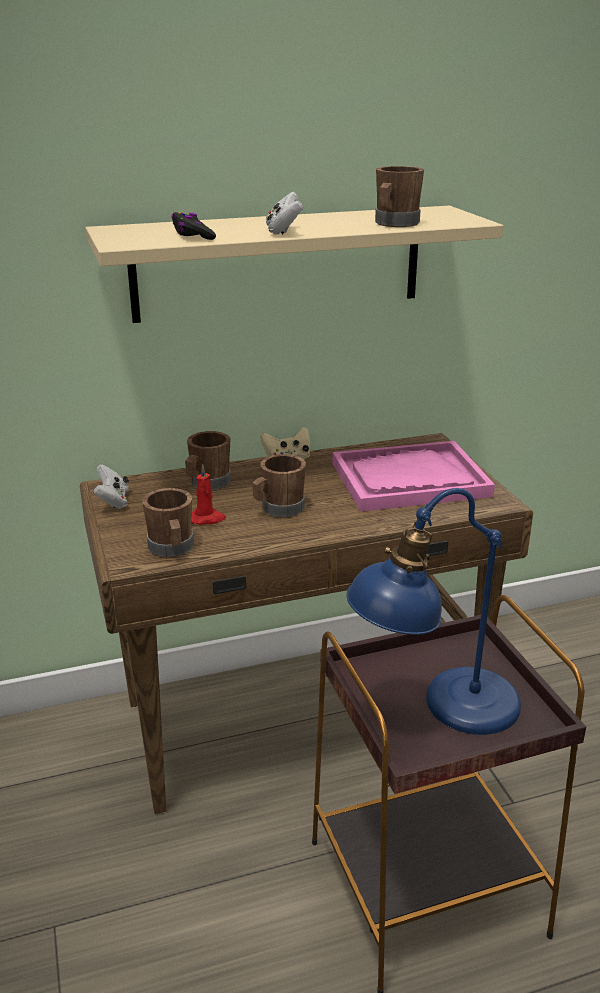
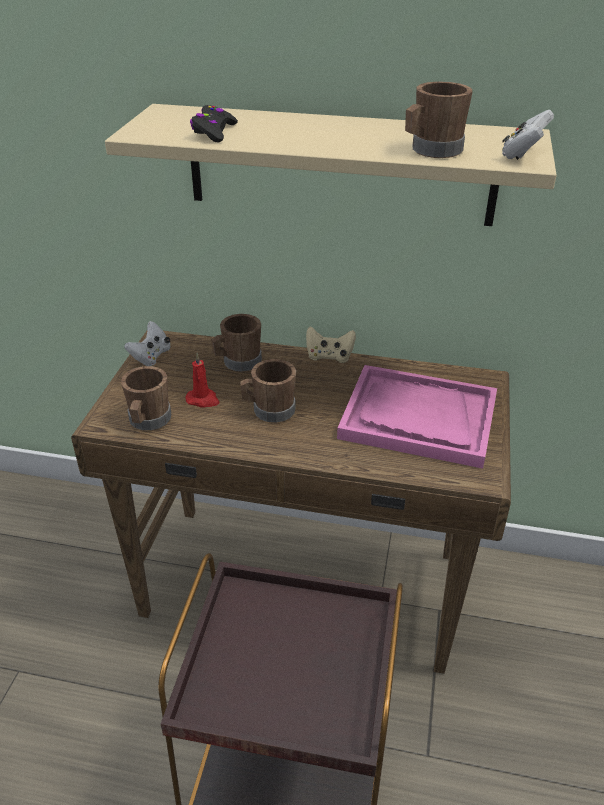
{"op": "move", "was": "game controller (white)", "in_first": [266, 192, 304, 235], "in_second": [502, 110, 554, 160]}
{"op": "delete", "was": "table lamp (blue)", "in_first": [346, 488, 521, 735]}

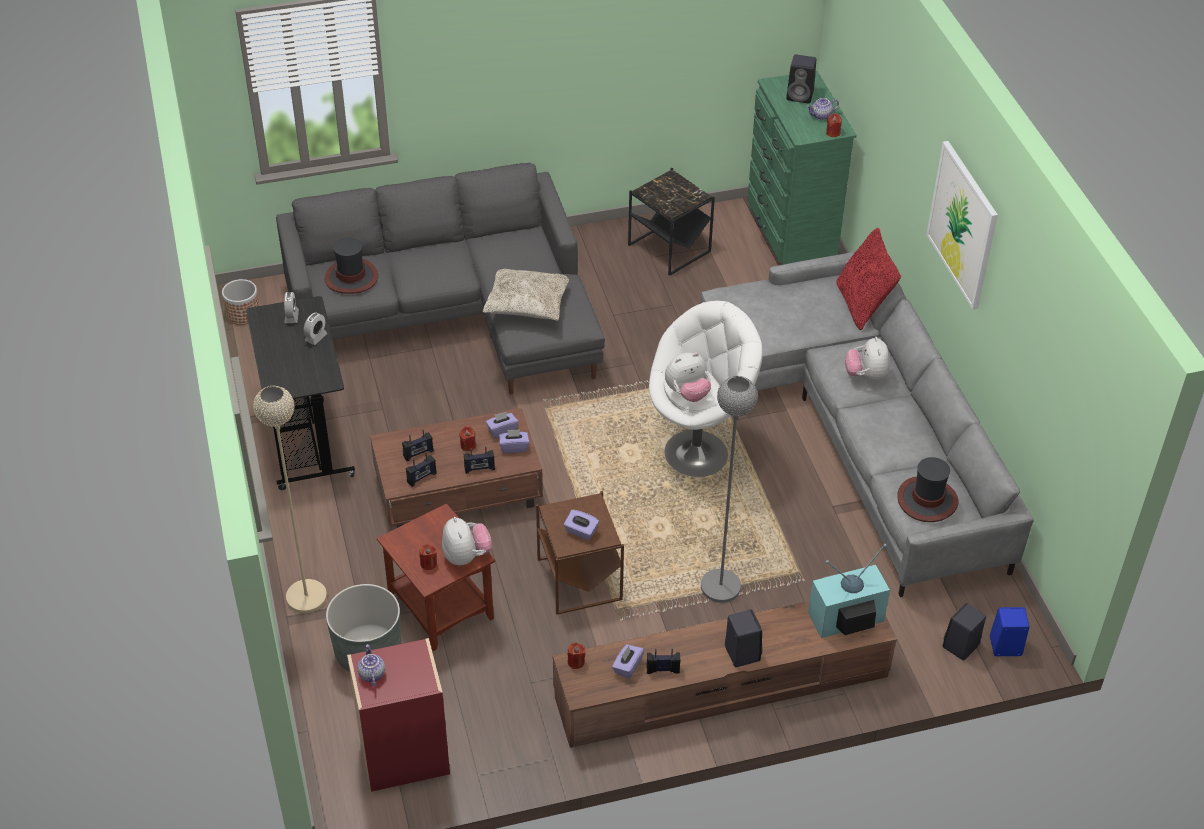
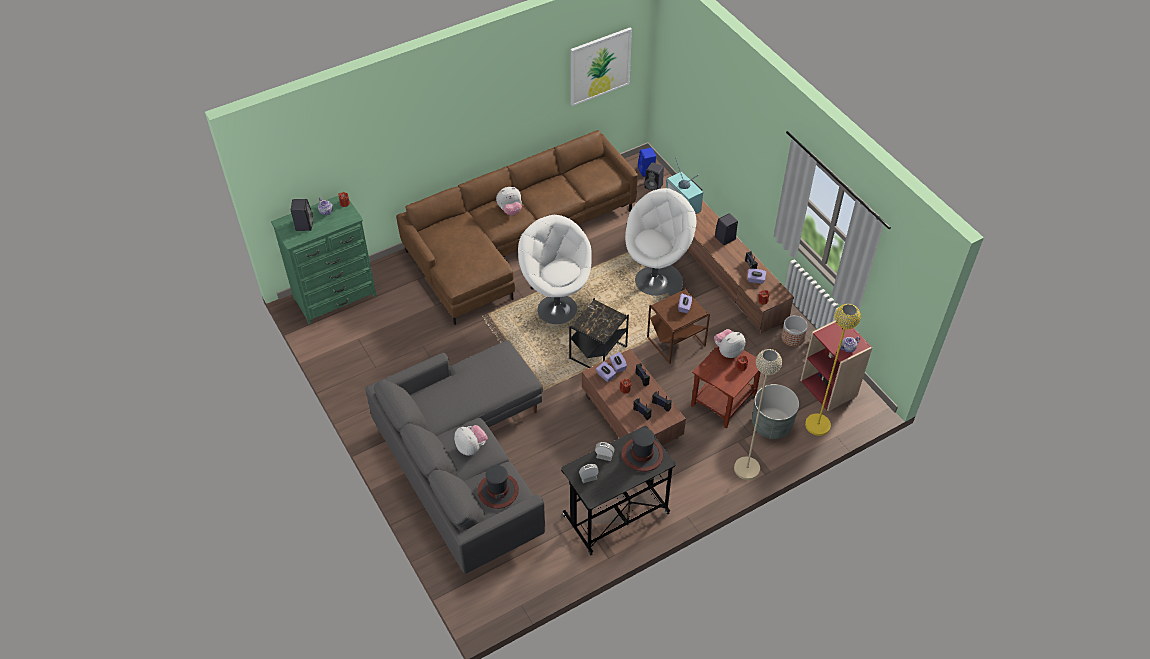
{"op": "move", "was": "planter", "in_first": [222, 279, 260, 325], "in_second": [781, 315, 808, 347]}
{"op": "delete", "was": "pillow (beige)", "in_first": [483, 269, 569, 321]}
{"op": "move", "was": "side table (black)", "in_first": [628, 168, 715, 276], "in_second": [569, 298, 629, 368]}
{"op": "move", "was": "plush toy", "in_first": [665, 353, 711, 402], "in_second": [454, 425, 488, 456]}
{"op": "recolor", "was": "sofa (grey)", "now": "sofa (brown)", "in_first": [700, 252, 1034, 597], "in_second": [396, 130, 638, 325]}
{"op": "replace", "was": "floor lamp (grey)", "now": "armchair (white)", "in_first": [701, 376, 758, 603], "in_second": [625, 188, 697, 296]}
{"op": "delete", "was": "pillow (red)", "in_first": [836, 228, 901, 330]}
{"op": "move", "was": "hat", "in_first": [897, 457, 958, 522], "in_second": [622, 428, 663, 472]}
{"op": "move", "was": "picture", "in_first": [926, 141, 998, 310], "in_second": [571, 28, 632, 106]}
{"op": "insert", "now": "floor lamp (yellow)", "in_second": [805, 304, 861, 436]}

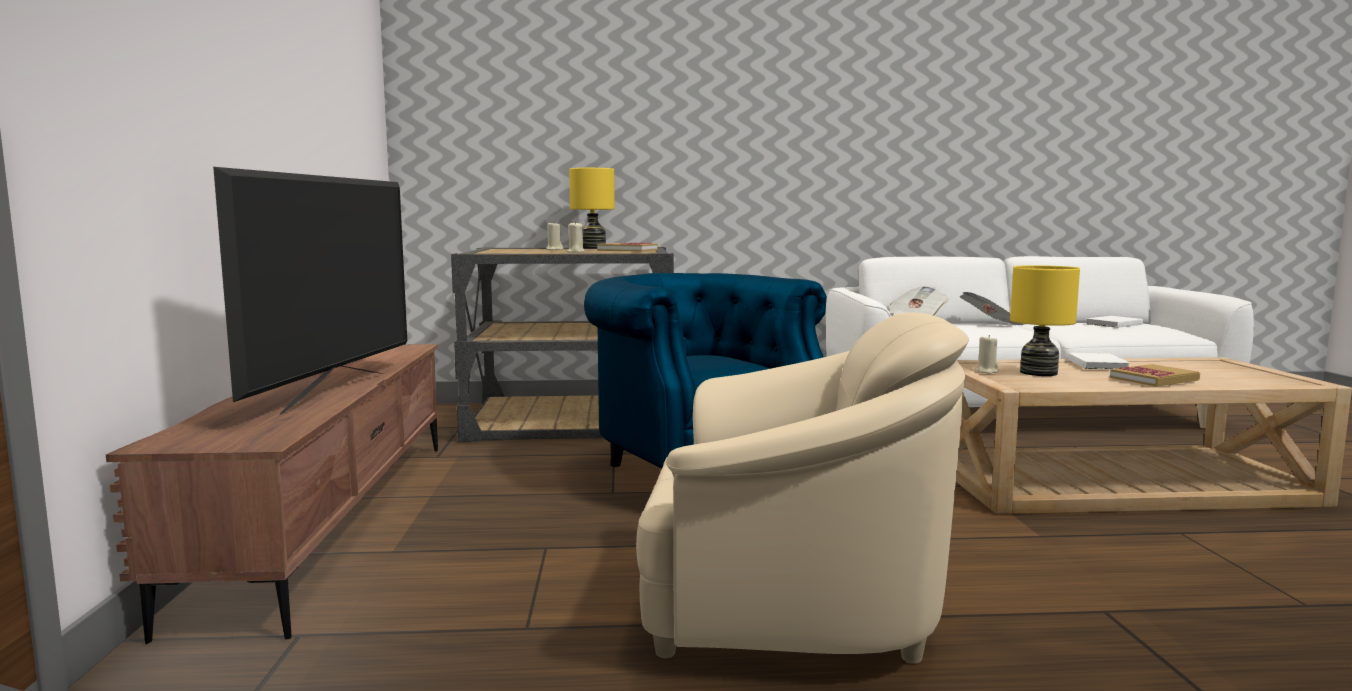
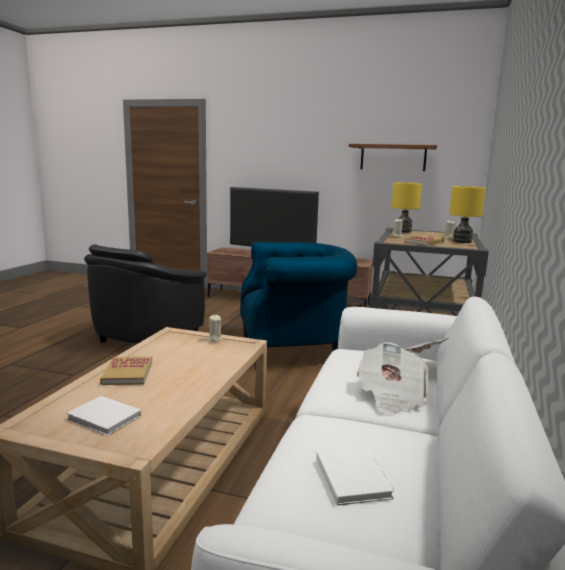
{"op": "recolor", "was": "armchair (beige)", "now": "armchair (black)", "in_first": [636, 313, 969, 664], "in_second": [84, 244, 207, 344]}
{"op": "move", "was": "table lamp (yellow)", "in_first": [1010, 265, 1080, 376], "in_second": [392, 182, 422, 233]}
{"op": "move", "was": "book (white)", "in_first": [1068, 353, 1130, 369], "in_second": [66, 396, 141, 436]}
{"op": "insert", "now": "shelf (brown)", "in_second": [349, 144, 437, 171]}

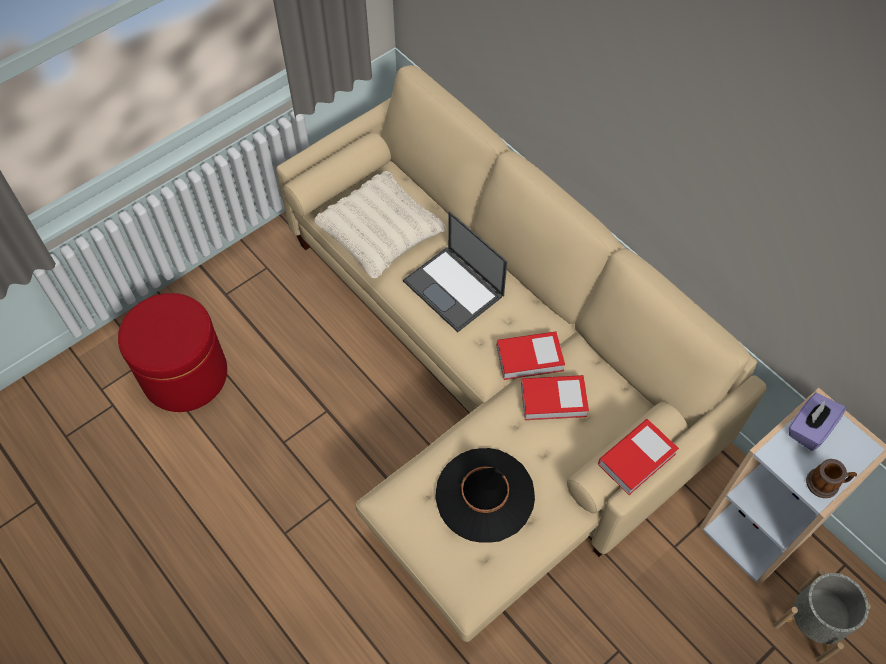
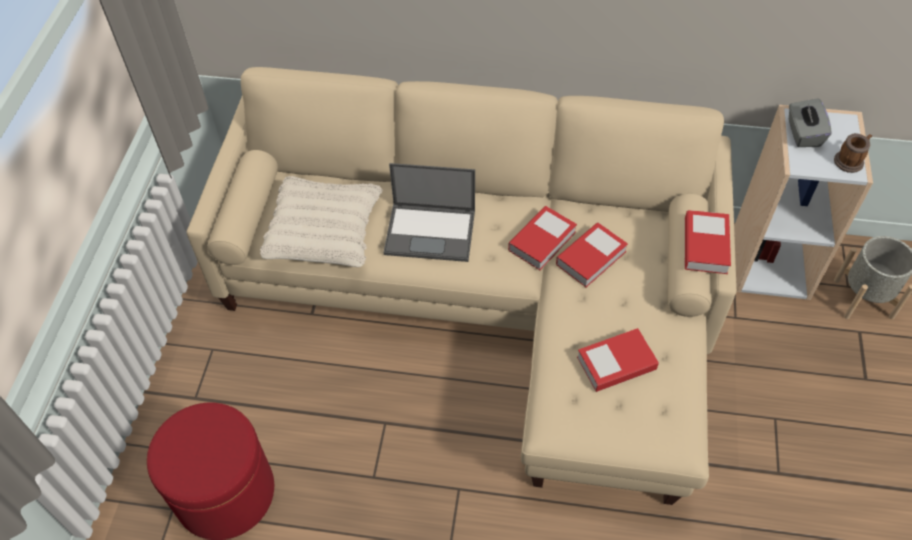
{"op": "replace", "was": "hat (black)", "now": "book", "in_first": [435, 448, 535, 543], "in_second": [577, 328, 659, 392]}
{"op": "recolor", "was": "tissue box (purple)", "now": "tissue box (grey)", "in_first": [789, 393, 846, 451], "in_second": [789, 98, 831, 147]}

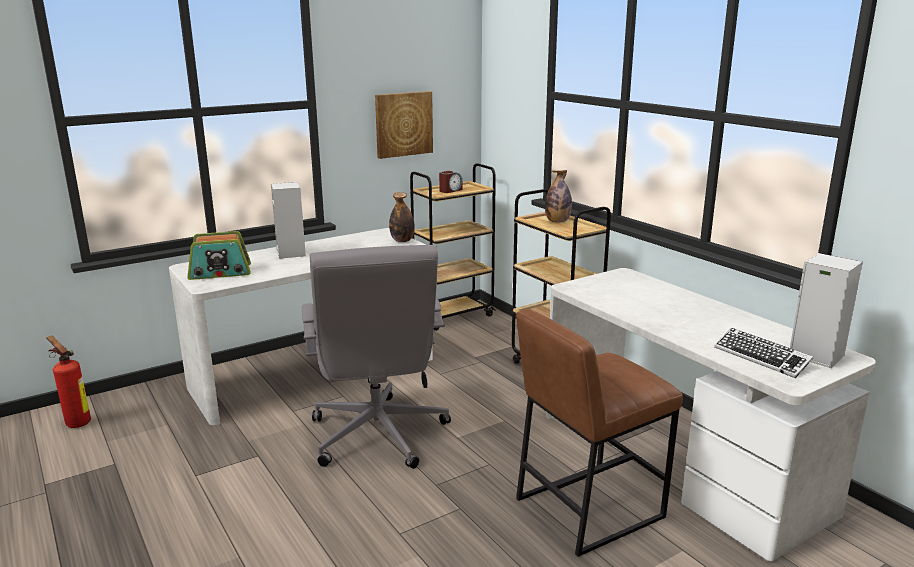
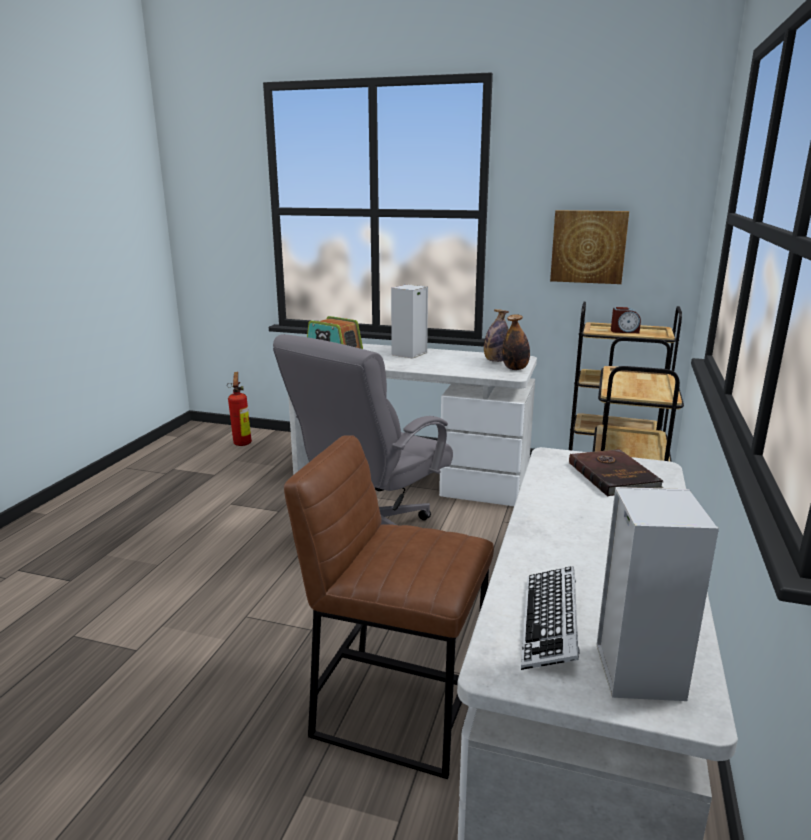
{"op": "move", "was": "bottle", "in_first": [545, 170, 572, 223], "in_second": [484, 309, 509, 362]}
{"op": "insert", "now": "book (brown)", "in_second": [569, 449, 664, 496]}

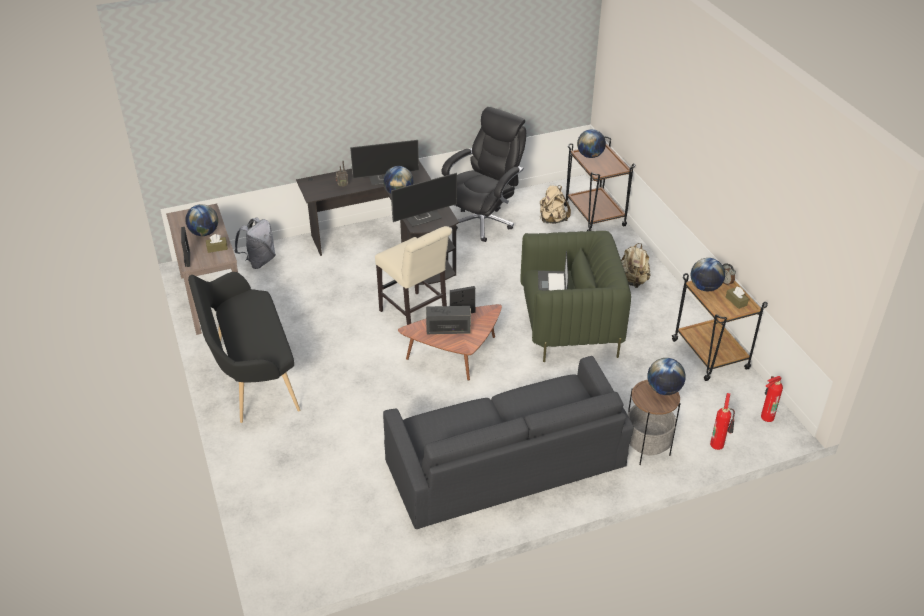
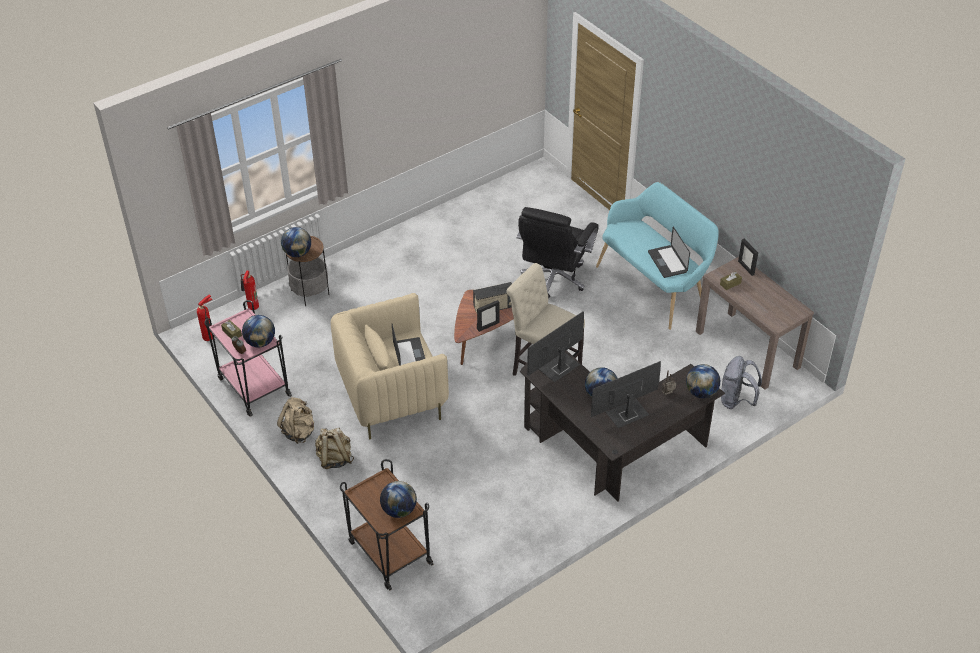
{"op": "move", "was": "globe", "in_first": [185, 204, 218, 236], "in_second": [686, 364, 720, 398]}
{"op": "recolor", "was": "bench (black)", "now": "bench (turquoise)", "in_first": [188, 272, 300, 423], "in_second": [596, 182, 719, 330]}
{"op": "delete", "was": "sofa (grey)", "in_first": [383, 356, 634, 529]}
{"op": "move", "was": "office chair (black)", "in_first": [442, 107, 526, 242], "in_second": [517, 207, 599, 299]}
{"op": "recolor", "was": "armchair (green)", "now": "armchair (beige)", "in_first": [520, 231, 631, 362], "in_second": [331, 293, 449, 439]}
{"op": "move", "was": "backpack (beige)", "in_first": [540, 185, 571, 224], "in_second": [277, 397, 314, 444]}
{"op": "recolor", "was": "cart (brown)", "now": "cart (pink)", "in_first": [672, 264, 768, 381], "in_second": [204, 300, 292, 417]}
{"op": "insert", "now": "laptop", "in_second": [648, 227, 690, 278]}

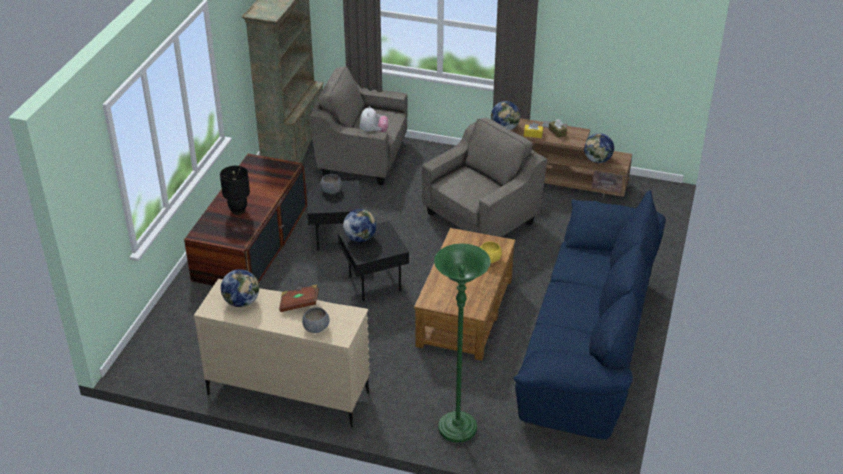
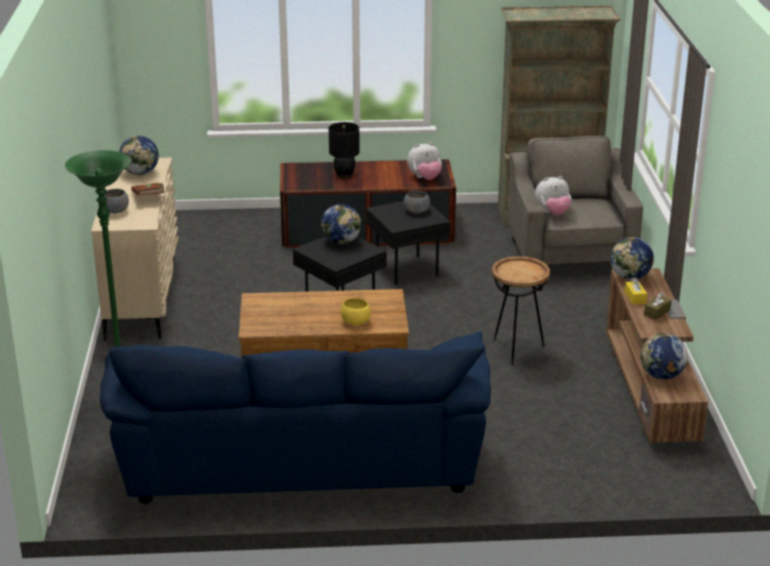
{"op": "replace", "was": "armchair (grey)", "now": "side table (brown)", "in_first": [422, 117, 547, 237], "in_second": [492, 256, 550, 365]}
{"op": "insert", "now": "plush toy", "in_second": [407, 142, 442, 180]}

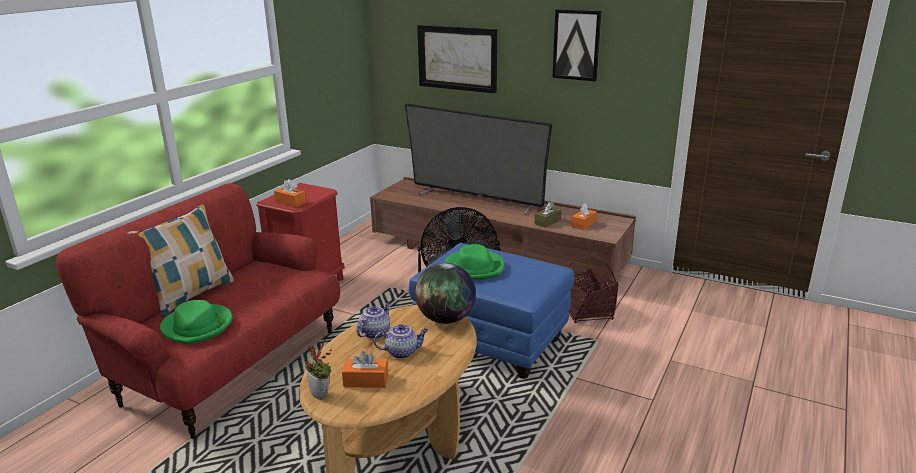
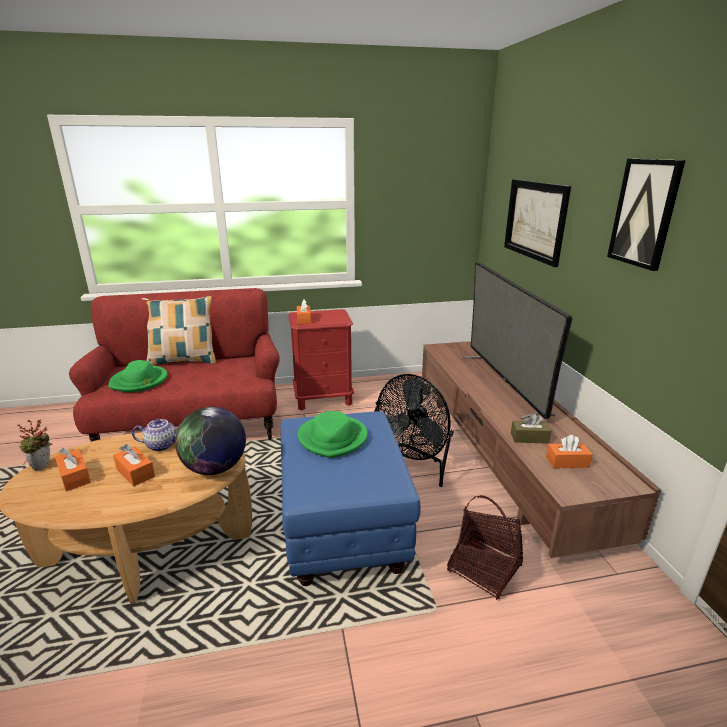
{"op": "replace", "was": "teapot", "now": "tissue box (orange)", "in_first": [374, 324, 428, 359], "in_second": [113, 444, 155, 487]}

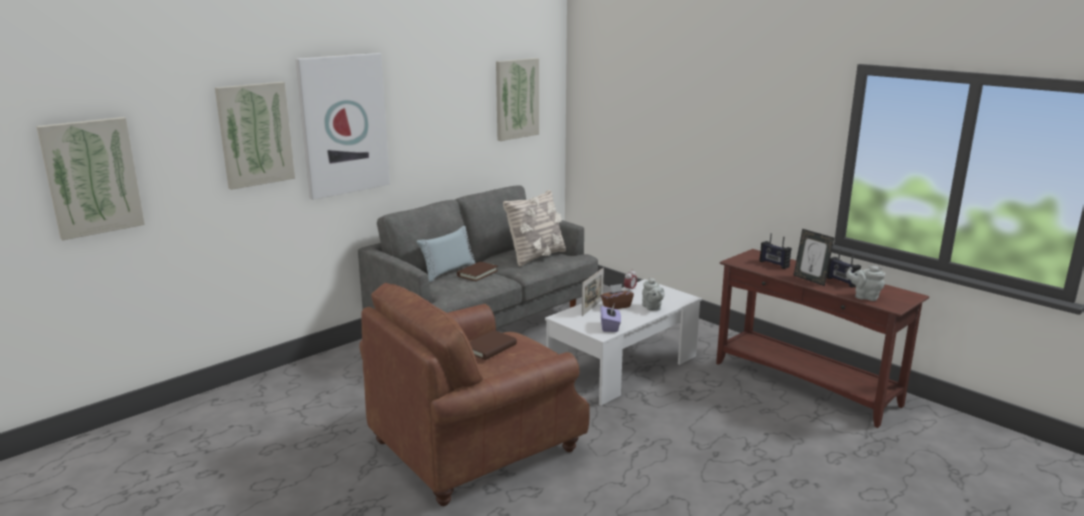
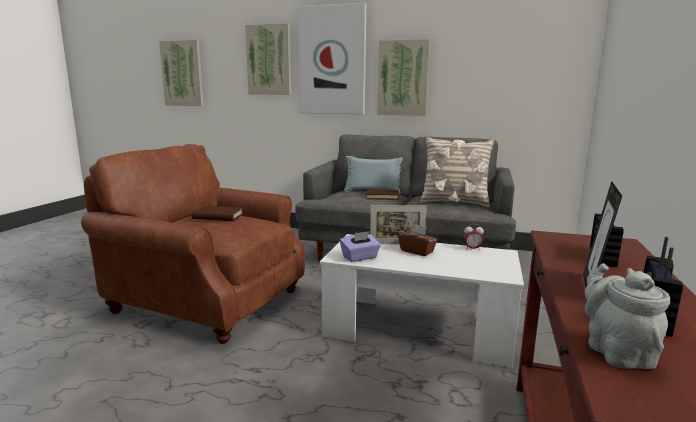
{"op": "move", "was": "picture", "in_first": [496, 58, 539, 141], "in_second": [377, 39, 430, 116]}
{"op": "delete", "was": "teapot (grey)", "in_first": [642, 277, 665, 310]}

